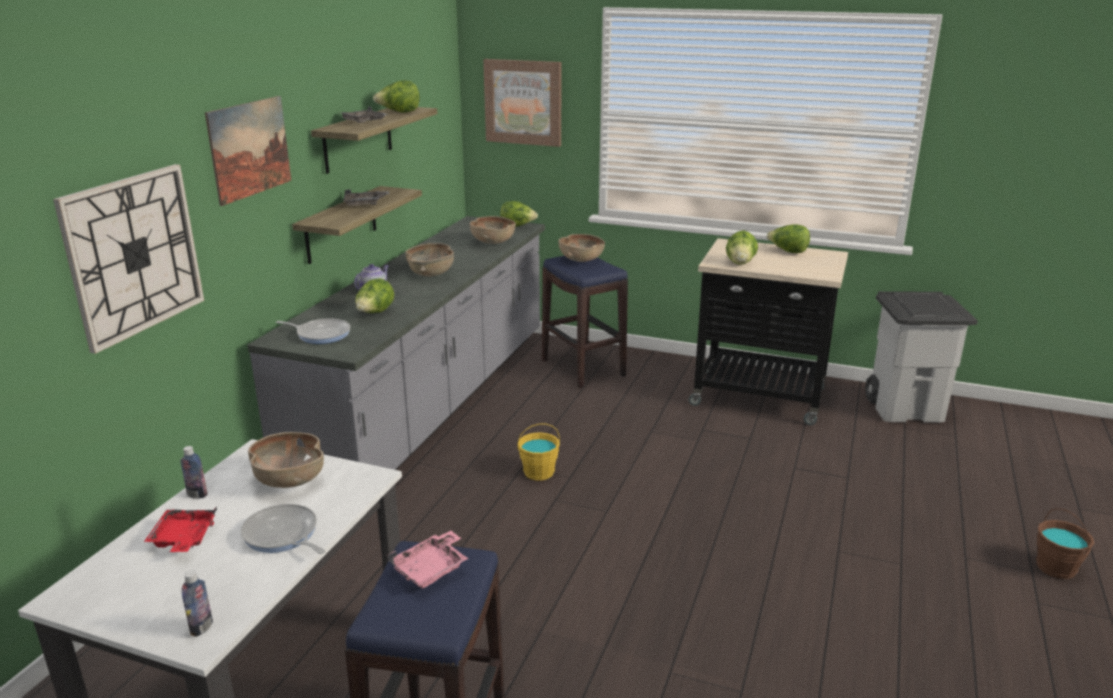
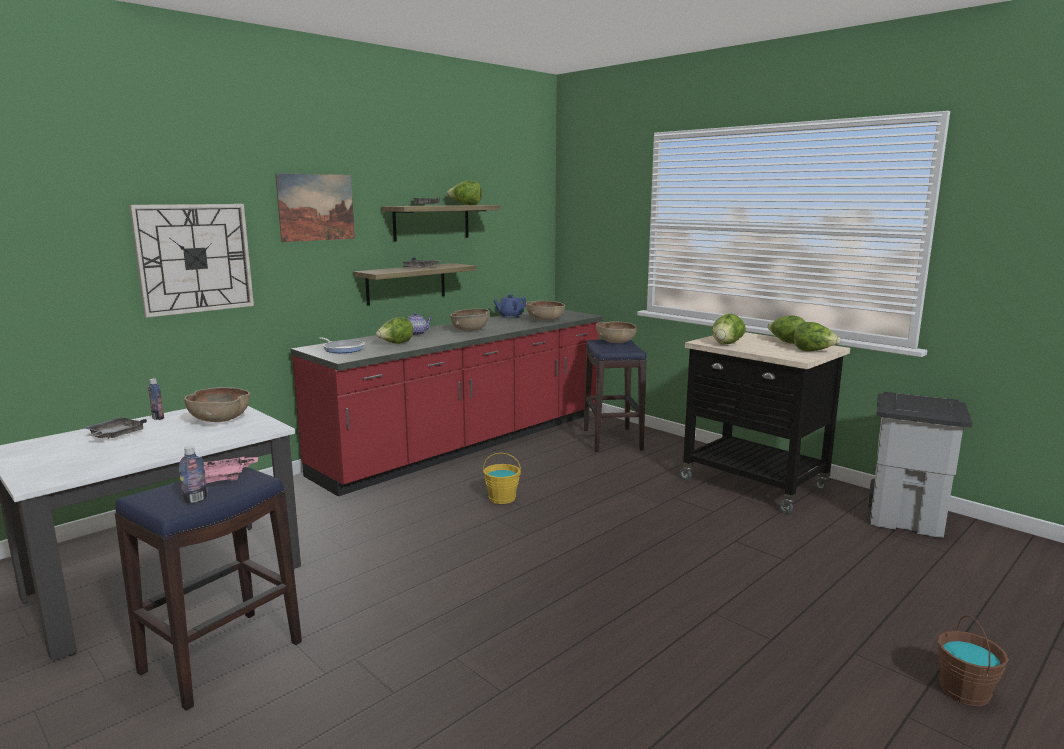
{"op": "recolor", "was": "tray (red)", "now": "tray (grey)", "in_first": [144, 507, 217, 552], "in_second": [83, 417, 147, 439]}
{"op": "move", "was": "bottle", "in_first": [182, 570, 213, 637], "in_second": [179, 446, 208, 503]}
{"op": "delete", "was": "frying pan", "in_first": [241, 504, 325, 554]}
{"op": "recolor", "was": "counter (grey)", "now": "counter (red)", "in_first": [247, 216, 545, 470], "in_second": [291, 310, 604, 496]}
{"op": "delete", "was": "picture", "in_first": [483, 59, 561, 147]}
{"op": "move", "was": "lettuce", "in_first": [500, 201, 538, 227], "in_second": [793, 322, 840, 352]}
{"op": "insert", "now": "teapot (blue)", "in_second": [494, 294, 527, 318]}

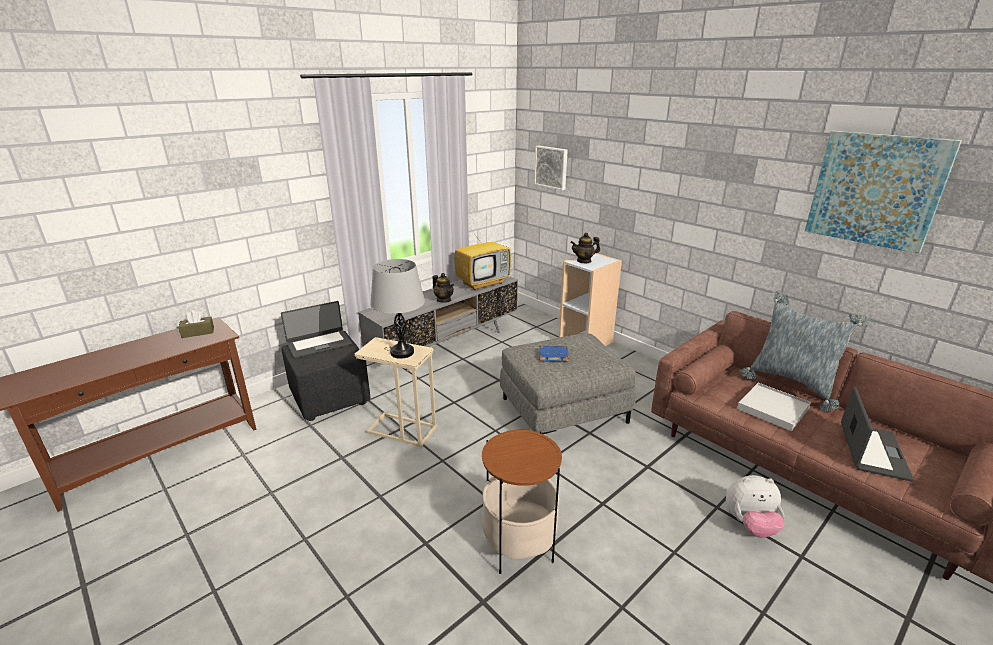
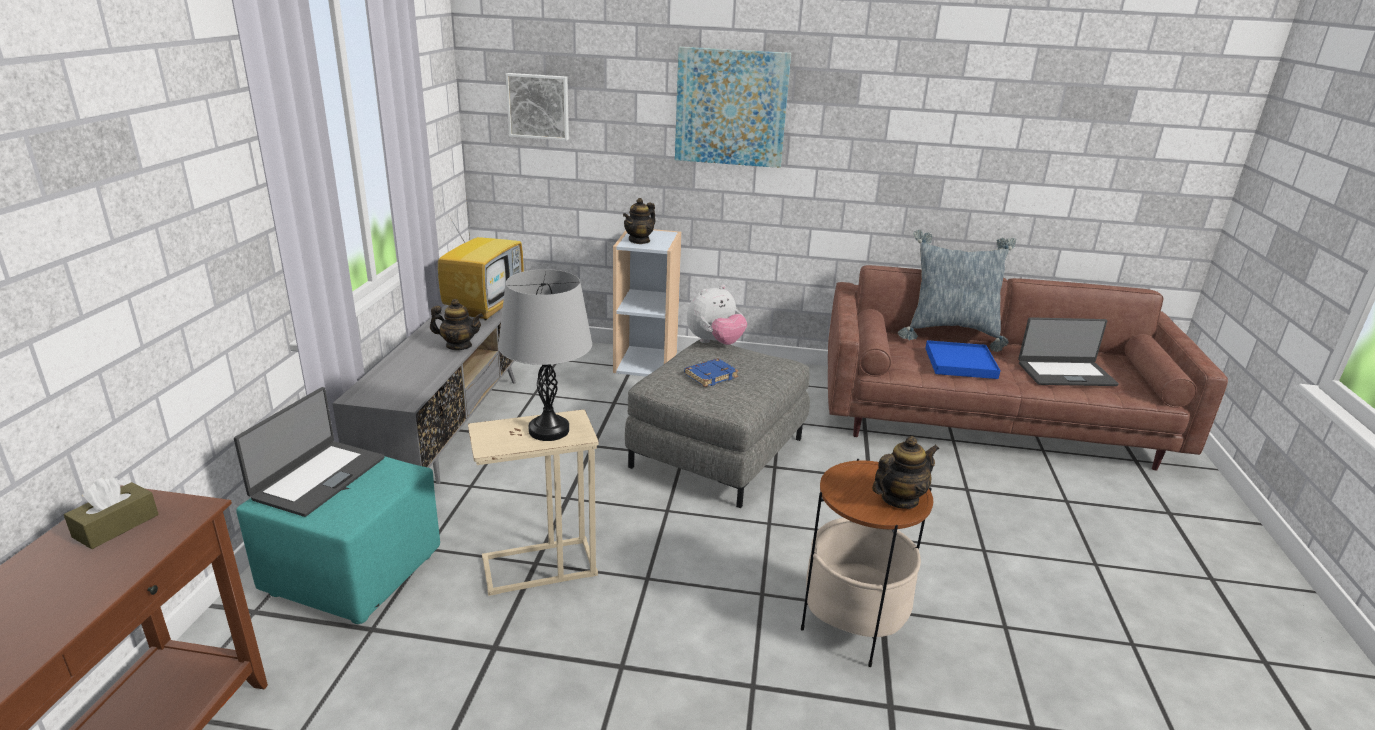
{"op": "recolor", "was": "ottoman (black)", "now": "ottoman (turquoise)", "in_first": [281, 331, 370, 421], "in_second": [236, 456, 440, 624]}
{"op": "move", "was": "plush toy", "in_first": [726, 475, 784, 538], "in_second": [687, 285, 747, 345]}
{"op": "recolor", "was": "tray (white)", "now": "tray (blue)", "in_first": [737, 383, 811, 431], "in_second": [925, 340, 1001, 379]}
{"op": "move", "was": "picture", "in_first": [805, 131, 962, 254], "in_second": [675, 47, 791, 168]}
{"op": "rotate", "was": "laptop", "in_first": [841, 387, 914, 482], "in_second": [1018, 317, 1119, 386], "clockwise": 105}
{"op": "insert", "now": "teapot", "in_second": [872, 436, 939, 509]}

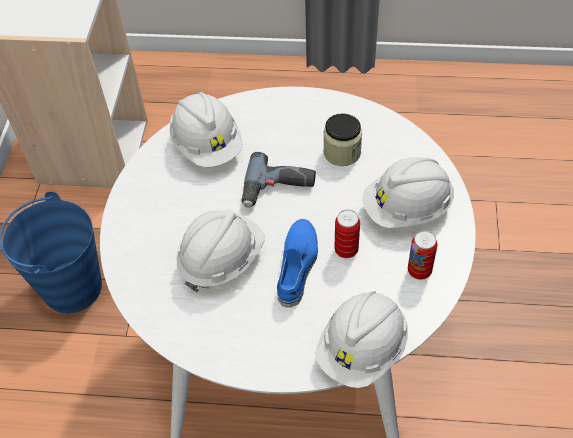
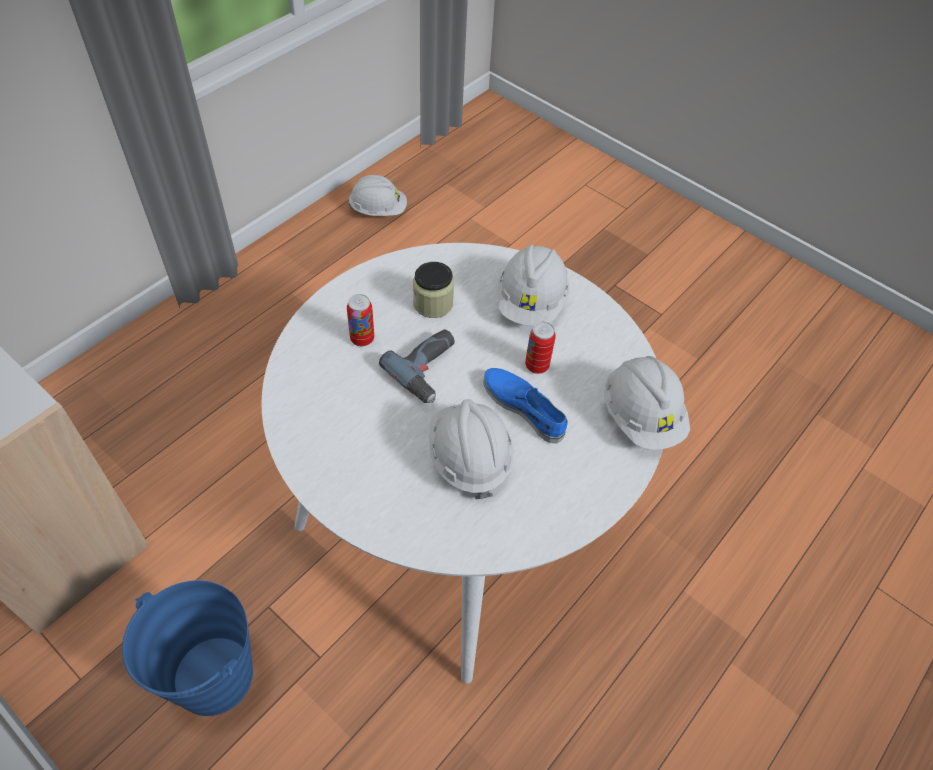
{"op": "move", "was": "hard hat (white)", "in_first": [170, 92, 243, 167], "in_second": [348, 175, 407, 216]}
{"op": "move", "was": "can", "in_first": [408, 230, 437, 280], "in_second": [347, 294, 374, 346]}

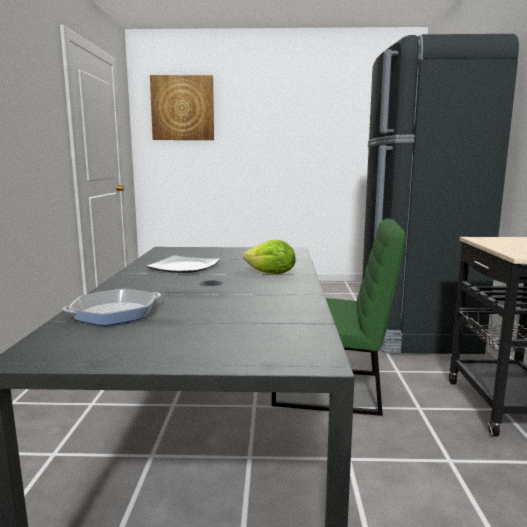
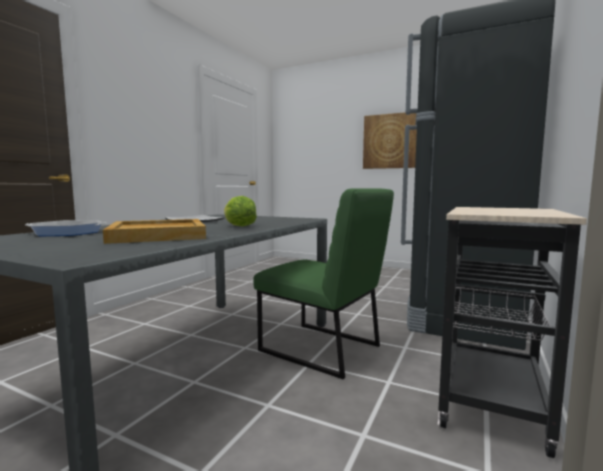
{"op": "move", "was": "picture", "in_first": [150, 75, 214, 140], "in_second": [363, 112, 417, 169]}
{"op": "insert", "now": "tray (beige)", "in_second": [103, 219, 206, 244]}

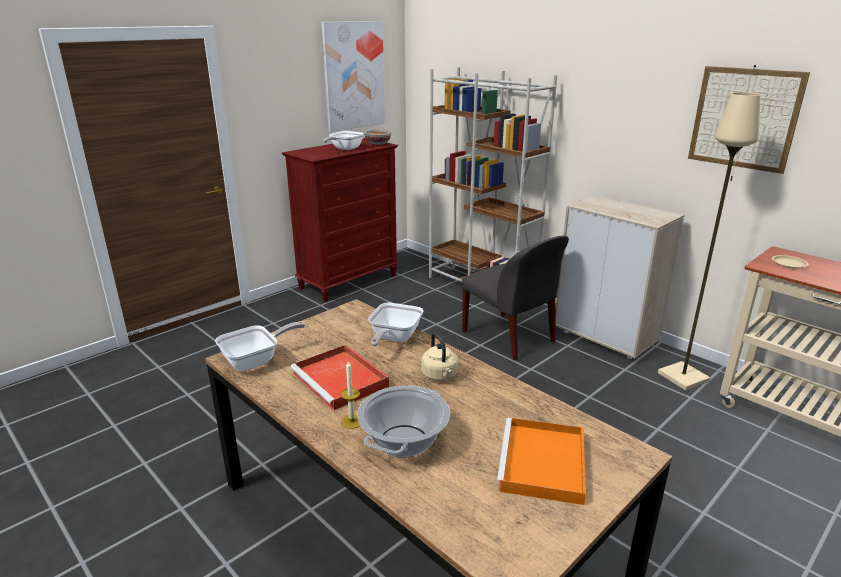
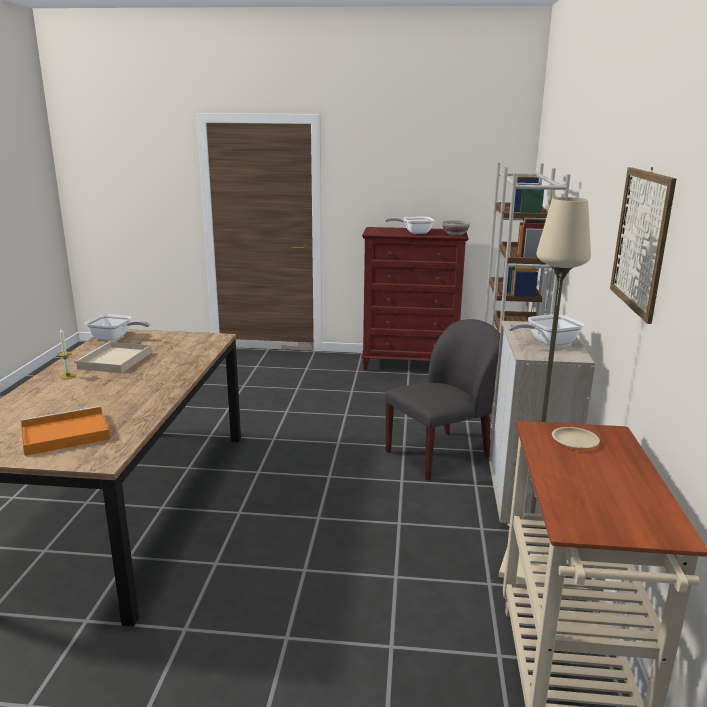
{"op": "recolor", "was": "tray (red)", "now": "tray (beige)", "in_first": [291, 345, 389, 411], "in_second": [74, 342, 151, 373]}
{"op": "delete", "was": "picture", "in_first": [322, 21, 385, 132]}
{"op": "delete", "was": "cooking pot", "in_first": [357, 385, 450, 458]}
{"op": "move", "was": "frying pan", "in_first": [368, 302, 424, 347], "in_second": [508, 314, 584, 346]}
{"op": "delete", "was": "kettle (beige)", "in_first": [421, 332, 458, 381]}
{"op": "rotate", "was": "chair (grey)", "in_first": [462, 236, 569, 360], "in_second": [385, 319, 500, 480], "clockwise": -135}

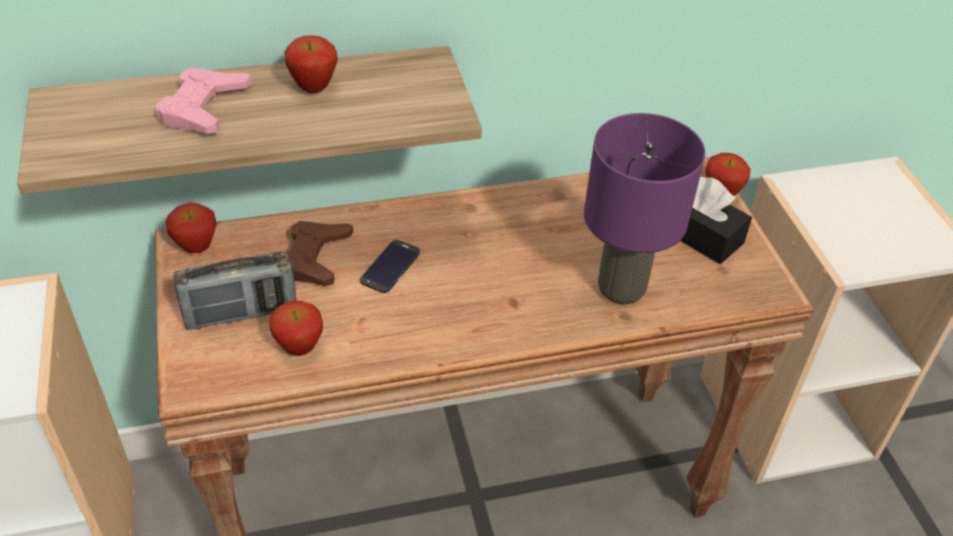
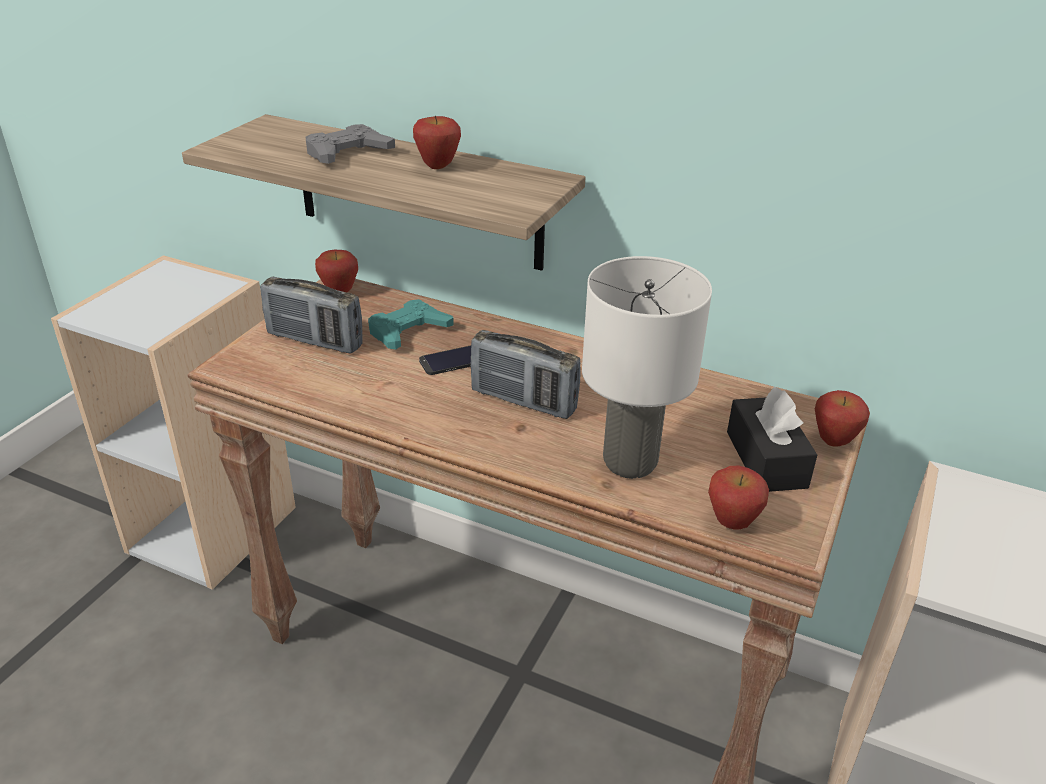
{"op": "recolor", "was": "game controller (pink)", "now": "game controller (grey)", "in_first": [157, 67, 252, 134], "in_second": [305, 124, 395, 164]}
{"op": "move", "was": "apple", "in_first": [269, 301, 323, 356], "in_second": [708, 466, 769, 530]}
{"op": "recolor", "was": "game controller (brown)", "now": "game controller (turquoise)", "in_first": [287, 221, 353, 286], "in_second": [368, 299, 454, 350]}
{"op": "recolor", "was": "table lamp (purple)", "now": "table lamp (white)", "in_first": [584, 113, 705, 304], "in_second": [582, 256, 712, 479]}
{"op": "insert", "now": "radio", "in_second": [470, 330, 581, 419]}

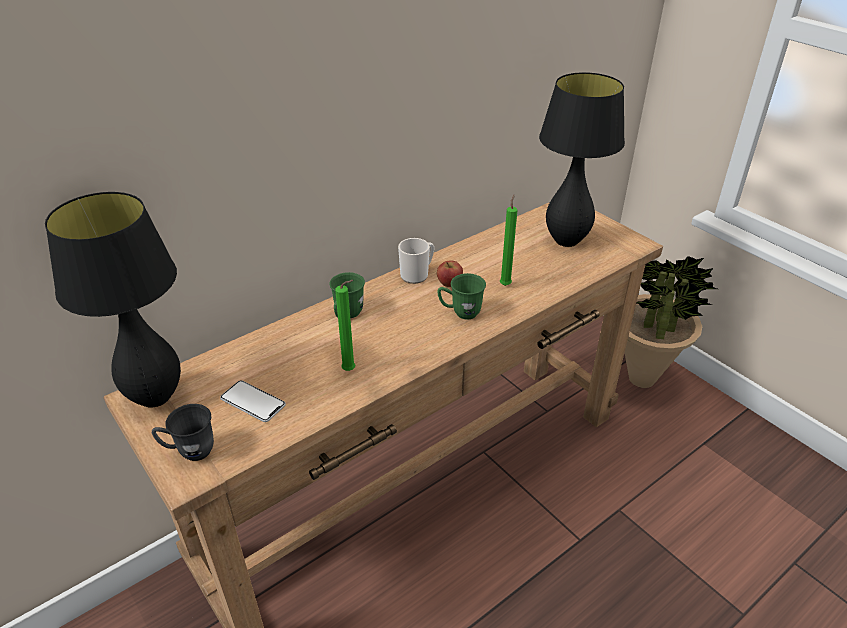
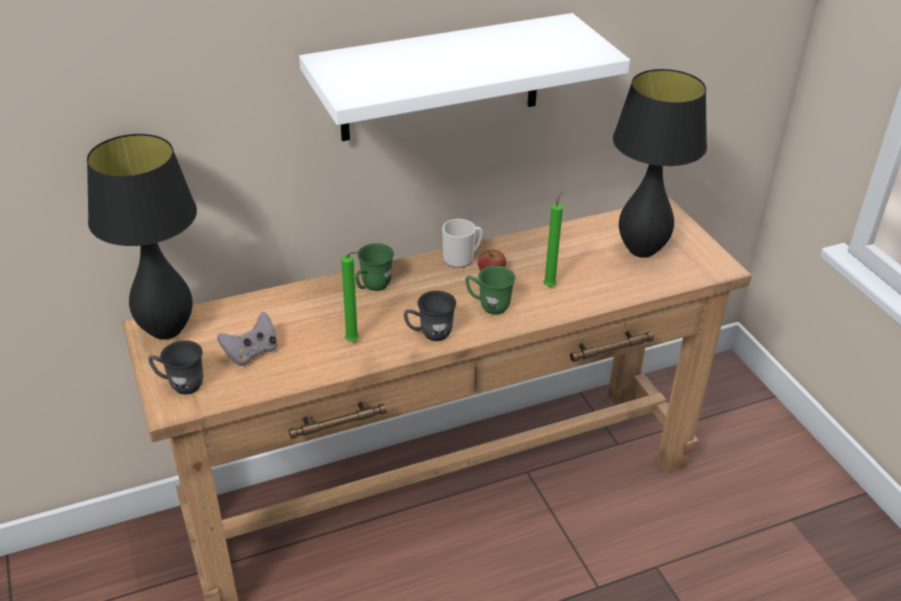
{"op": "replace", "was": "phone", "now": "game controller (grey)", "in_first": [220, 380, 286, 422], "in_second": [217, 312, 278, 366]}
{"op": "delete", "was": "potted plant", "in_first": [625, 256, 717, 388]}
{"op": "insert", "now": "shelf (white)", "in_second": [299, 13, 630, 141]}
{"op": "insert", "now": "mug (grey)", "in_second": [404, 291, 456, 341]}

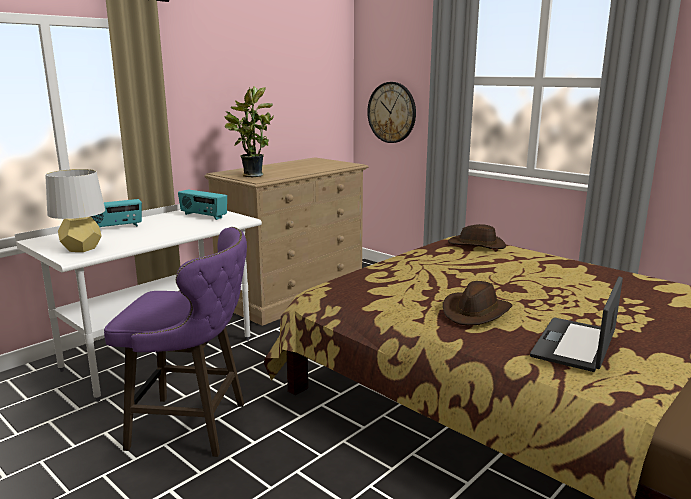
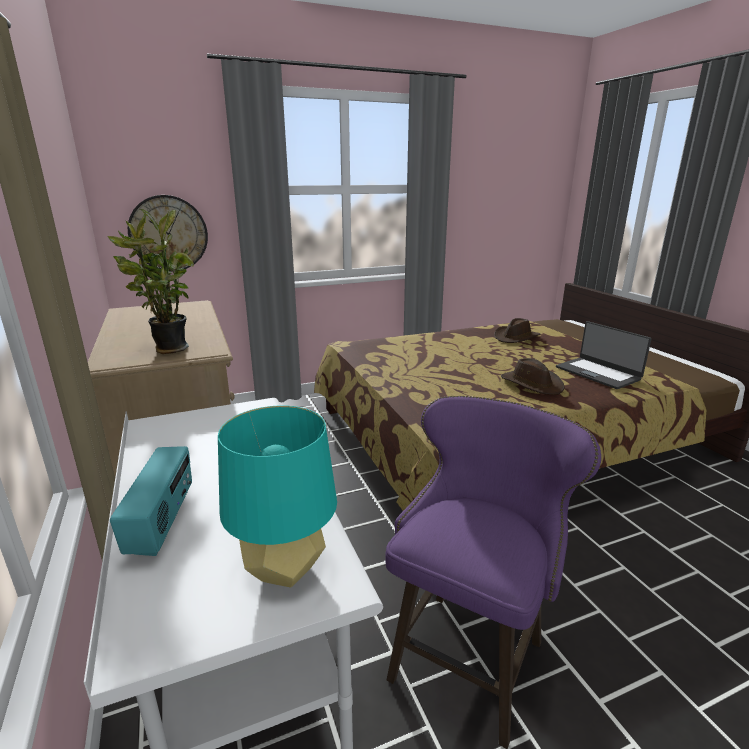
{"op": "recolor", "was": "table lamp (grey)", "now": "table lamp (turquoise)", "in_first": [45, 169, 105, 252], "in_second": [218, 406, 337, 588]}
{"op": "delete", "was": "radio", "in_first": [178, 189, 227, 220]}
{"op": "move", "was": "hat (brown)", "in_first": [448, 224, 506, 249], "in_second": [494, 318, 541, 343]}

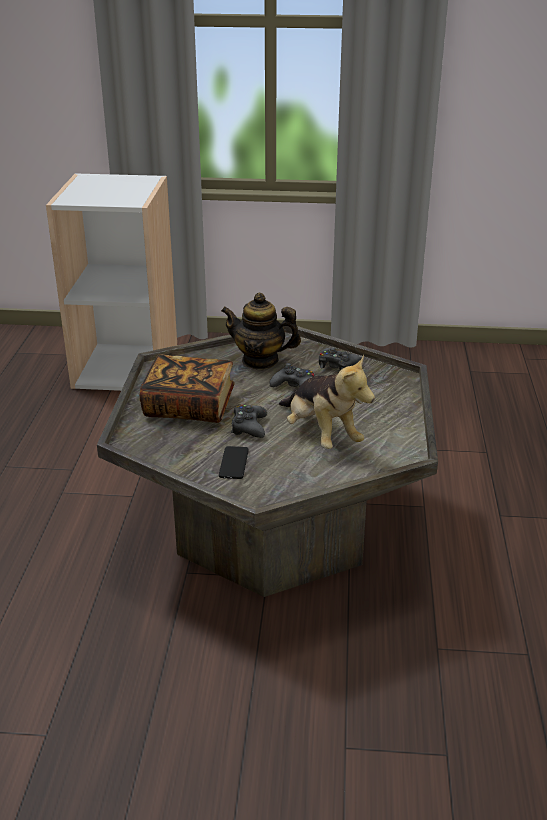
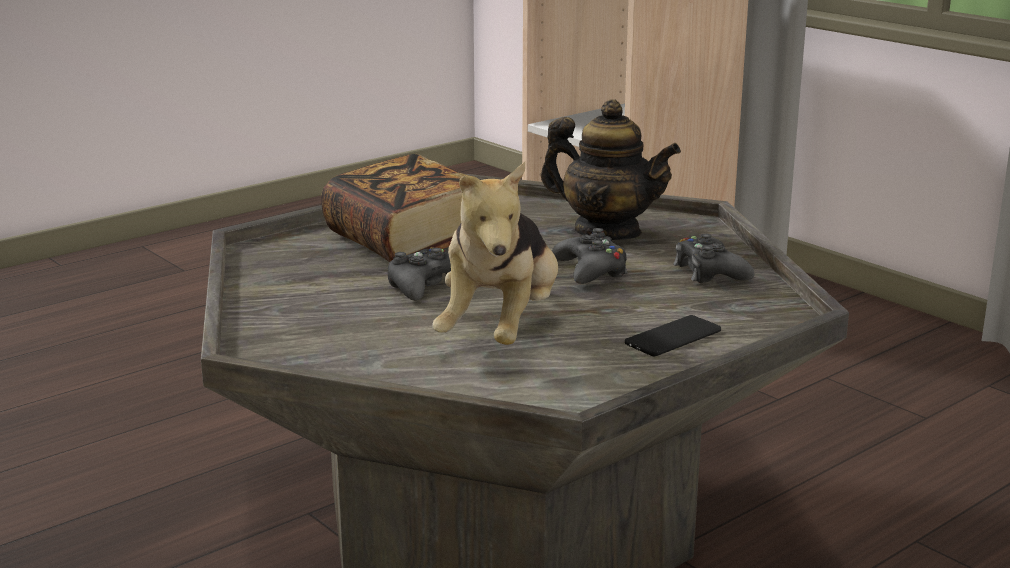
{"op": "move", "was": "phone", "in_first": [219, 446, 249, 479], "in_second": [625, 315, 721, 356]}
{"op": "rotate", "was": "teapot", "in_first": [221, 293, 301, 369], "in_second": [541, 99, 681, 240], "clockwise": 150}

